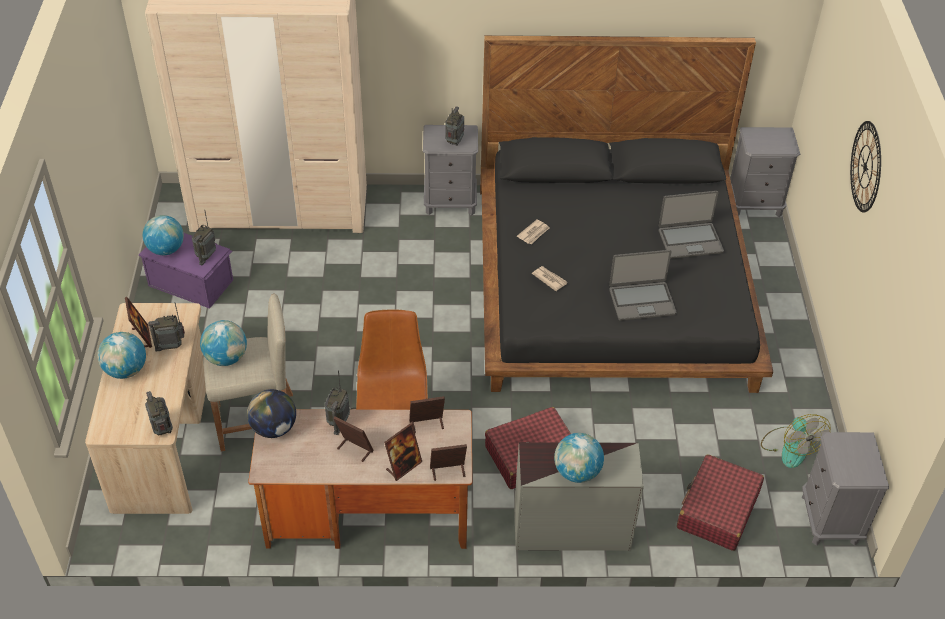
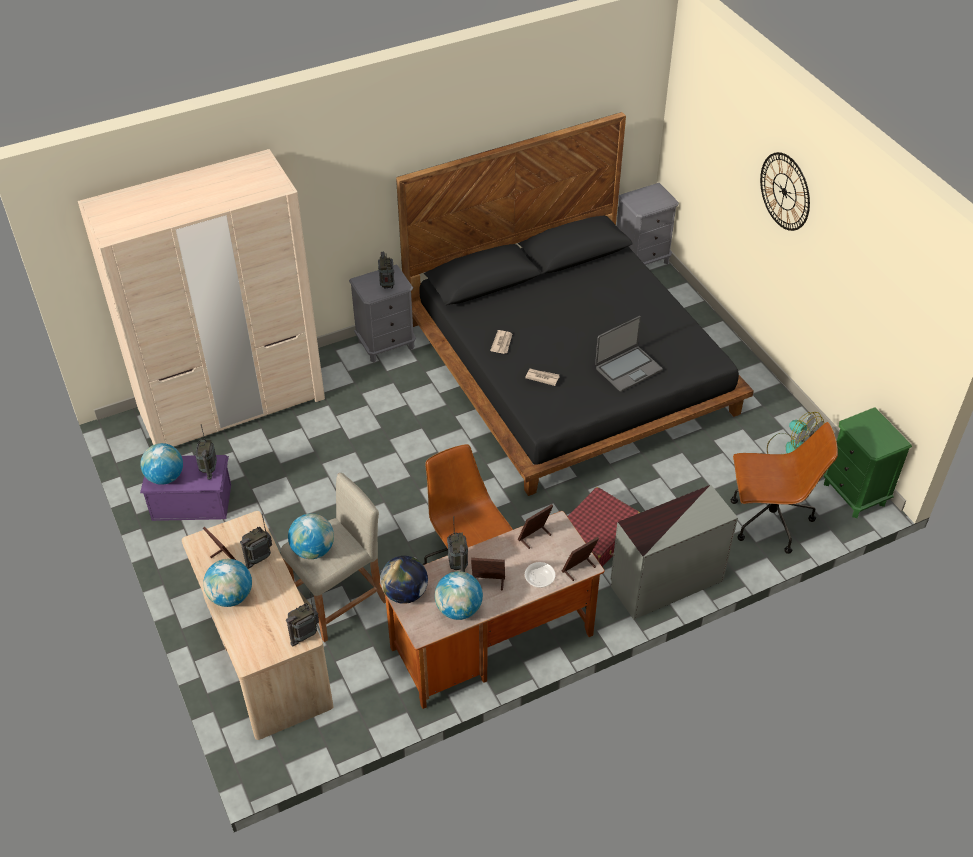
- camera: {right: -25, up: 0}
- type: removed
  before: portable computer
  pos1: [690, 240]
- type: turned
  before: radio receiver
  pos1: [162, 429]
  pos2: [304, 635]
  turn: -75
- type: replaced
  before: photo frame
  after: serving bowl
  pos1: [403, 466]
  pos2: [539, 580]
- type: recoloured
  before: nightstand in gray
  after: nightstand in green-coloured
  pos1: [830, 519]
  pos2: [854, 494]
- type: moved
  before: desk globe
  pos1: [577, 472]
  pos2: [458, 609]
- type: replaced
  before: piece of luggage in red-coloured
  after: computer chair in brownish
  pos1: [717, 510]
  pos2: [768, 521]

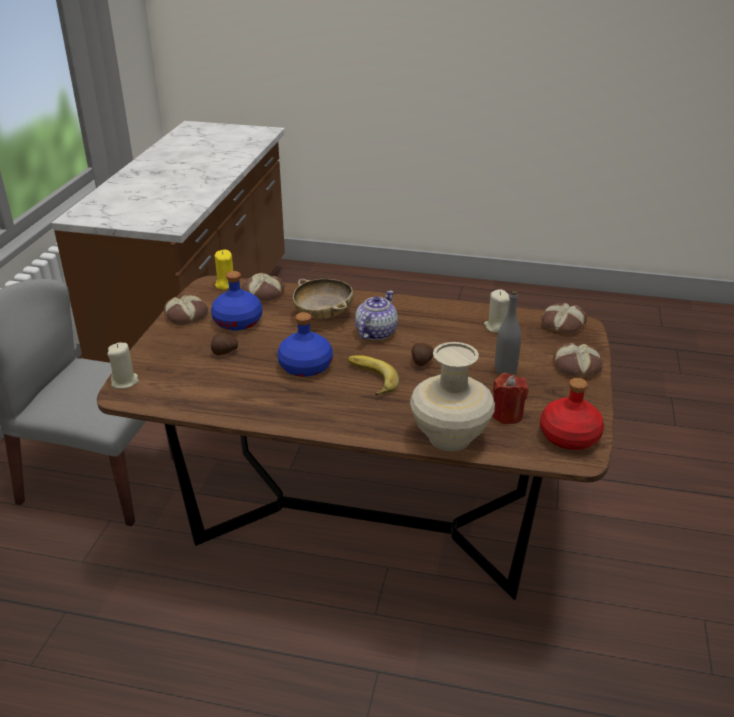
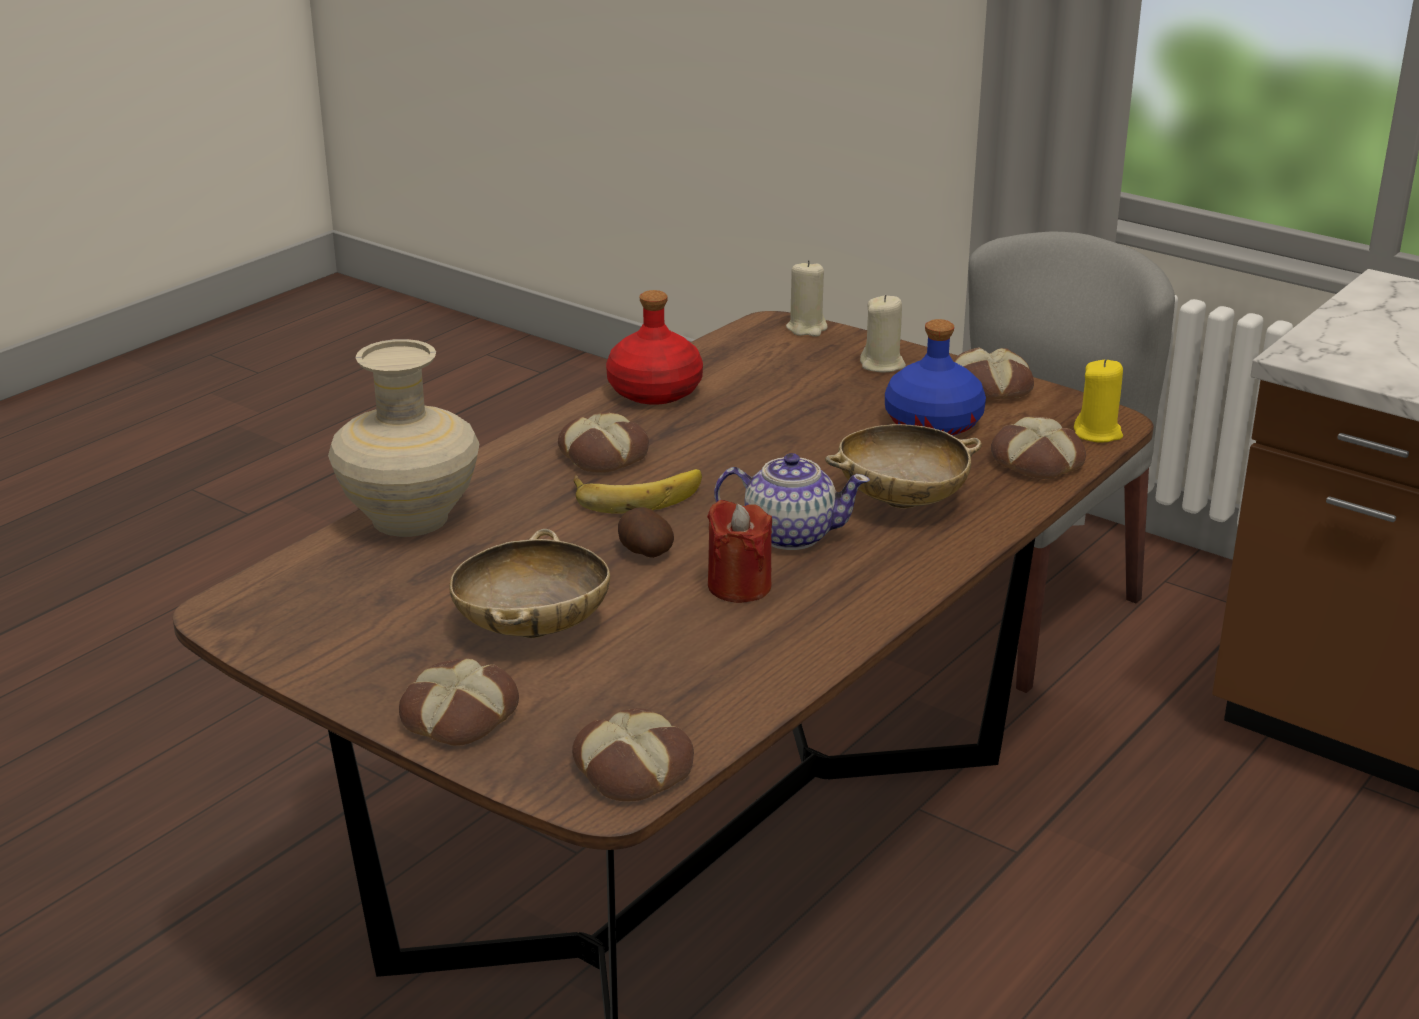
- camera: {right: 115, up: -5}
- type: turned
  before: teapot
  pos1: [375, 333]
  pos2: [789, 534]
  turn: -45
- type: moved
  before: candle in beige
  pos1: [496, 327]
  pos2: [882, 365]
- type: replaced
  before: bottle in gray
  after: serving bowl in beige
  pos1: [505, 370]
  pos2: [531, 628]
- type: removed
  before: bottle in blue-coloured
  pos1: [305, 366]
- type: removed
  before: spud
  pos1: [224, 352]
- type: moved
  before: candle in red-coloured
  pos1: [506, 414]
  pos2: [739, 586]
- type: moved
  before: bottle in red-coloured
  pos1: [569, 437]
  pos2: [654, 391]
- type: added
  after: bakery bread
  pos2: [605, 454]

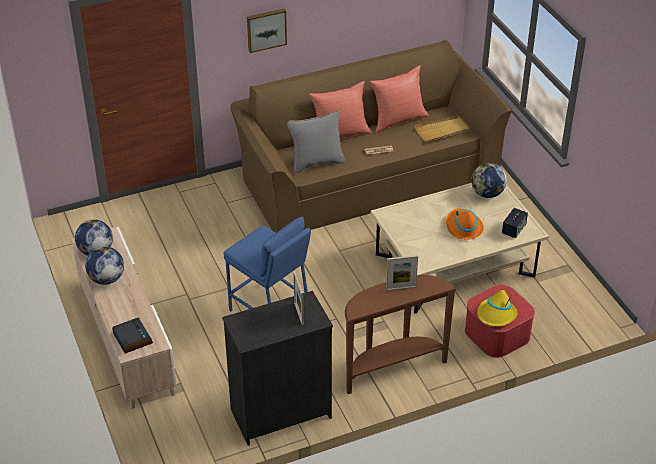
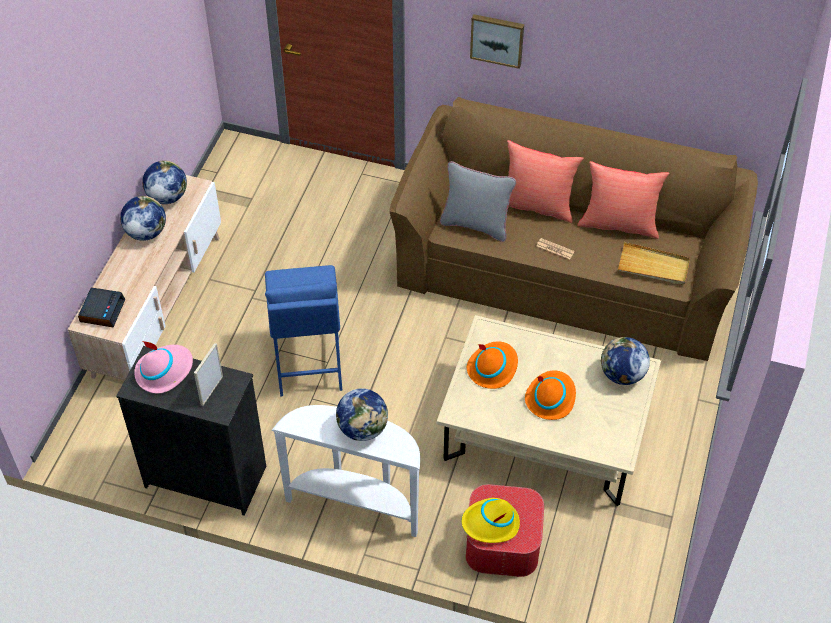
- camera: {right: 40, up: 10}
- type: removed
  before: speaker
  pos1: [513, 230]
- type: replaced
  before: photo frame
  after: desk globe
  pos1: [401, 288]
  pos2: [363, 429]
- type: recoloured
  before: console table in brownish
  after: console table in whitish
  pos1: [391, 368]
  pos2: [356, 504]
- type: added
  after: wearable hat in pink
  pos2: [164, 371]
- type: added
  after: wearable hat in orangey
  pos2: [492, 367]

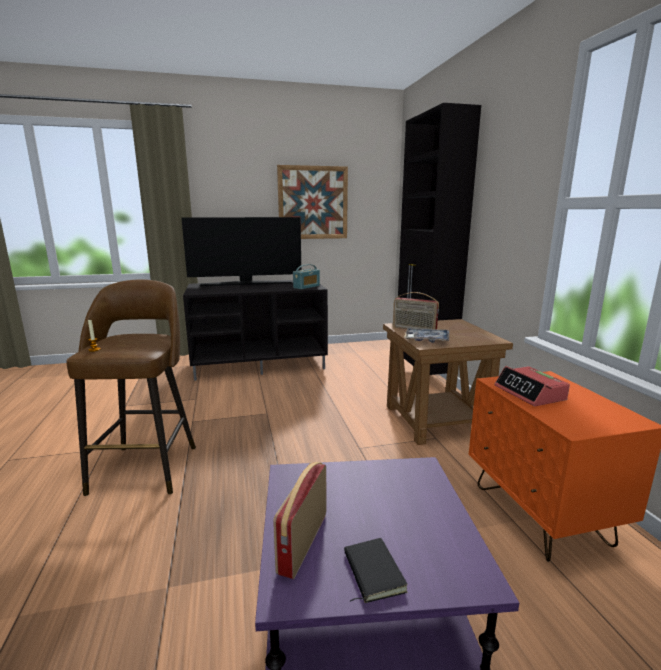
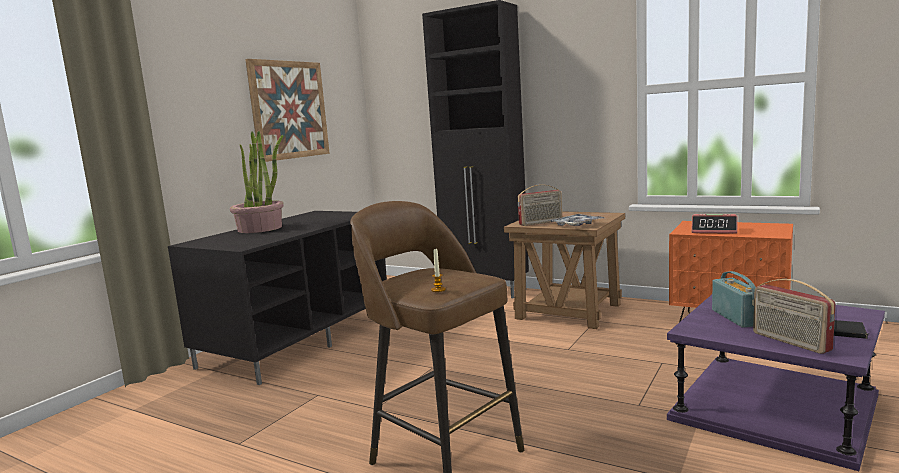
- camera: {right: -45, up: -5}
- type: replaced
  before: TV
  after: houseplant
  pos1: [246, 284]
  pos2: [260, 228]
- type: moved
  before: radio receiver
  pos1: [306, 287]
  pos2: [737, 317]

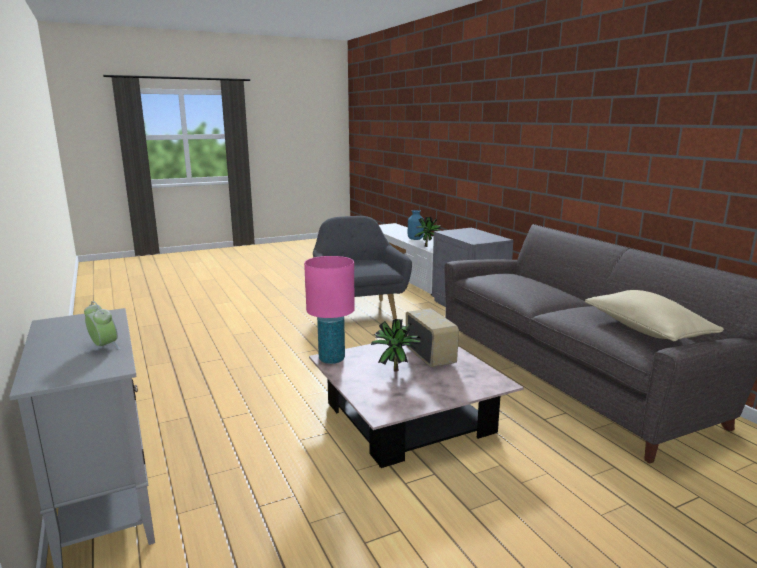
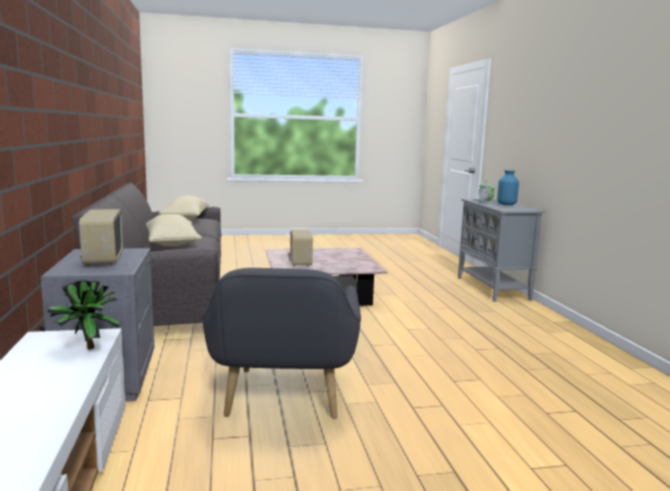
- camera: {right: -165, up: -5}
- type: moved
  before: flower vase in blue-coloured
  pos1: [415, 239]
  pos2: [507, 204]
- type: removed
  before: table lamp in pink
  pos1: [332, 359]
- type: removed
  before: houseplant
  pos1: [395, 369]
- type: added
  after: radio receiver
  pos2: [102, 259]
- type: added
  after: cushion in beige
  pos2: [172, 243]

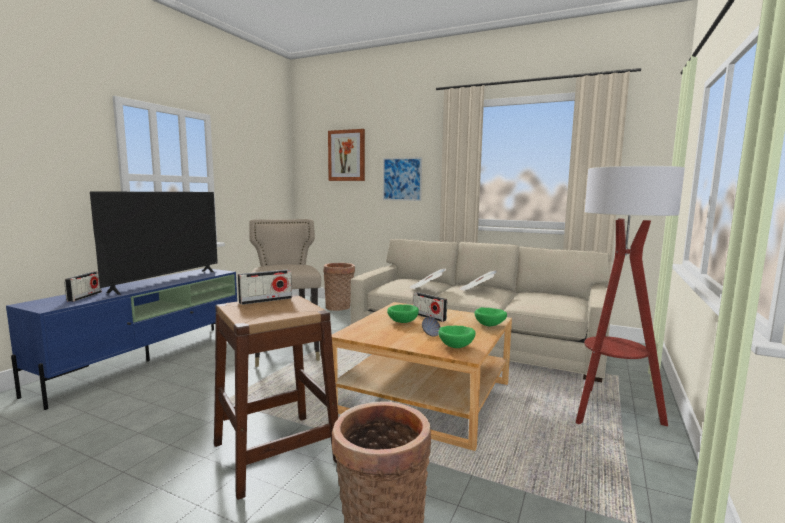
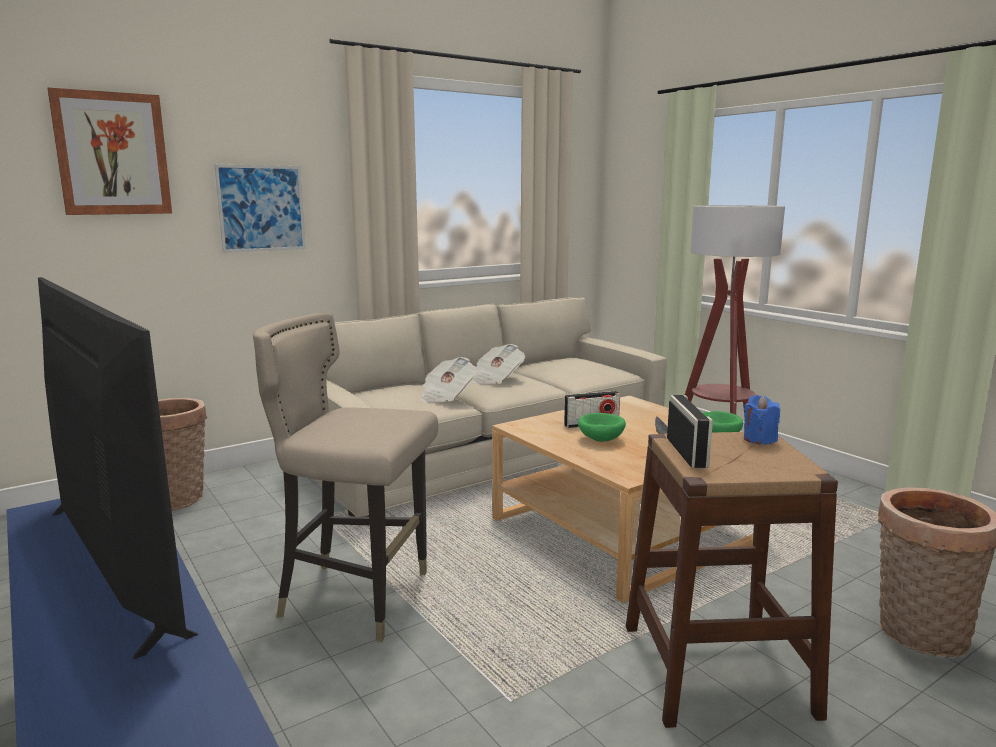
- camera: {right: -60, up: 5}
- type: removed
  before: radio receiver
  pos1: [84, 296]
- type: removed
  before: serving bowl in green-coloured
  pos1: [490, 325]
- type: added
  after: candle in blue-coloured
  pos2: [759, 439]

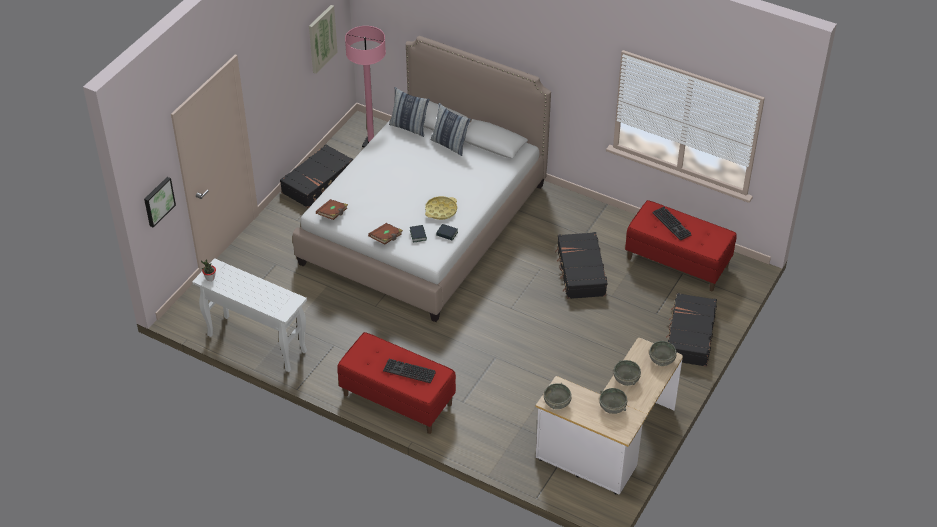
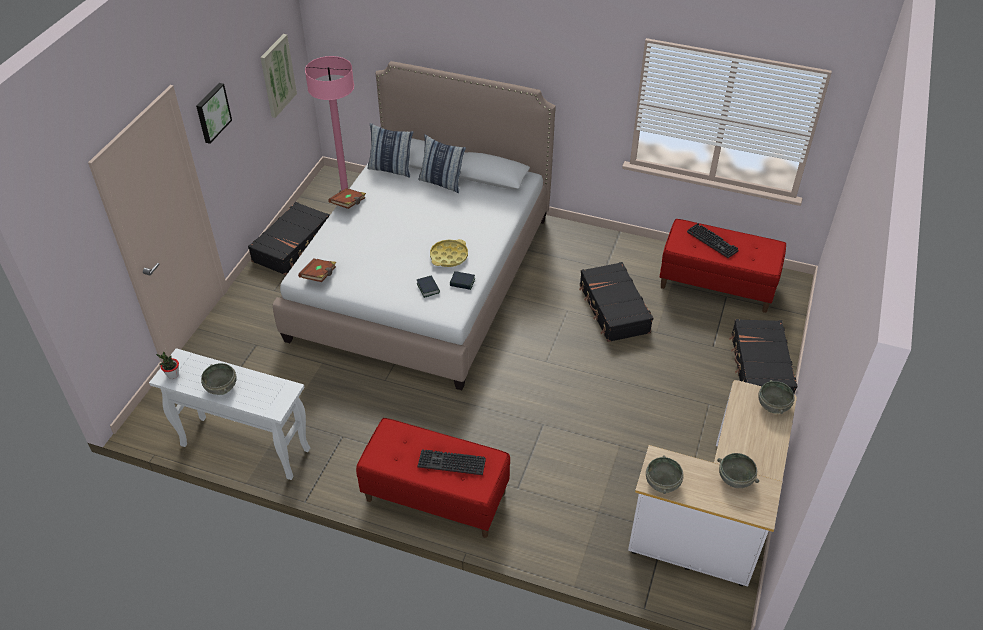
- camera: {right: -10, up: 0}
- type: moved
  before: wall art
  pos1: [158, 201]
  pos2: [212, 112]
- type: moved
  before: bound book in brownish
  pos1: [386, 238]
  pos2: [348, 204]
- type: moved
  before: serving bowl in gray
  pos1: [626, 379]
  pos2: [222, 387]

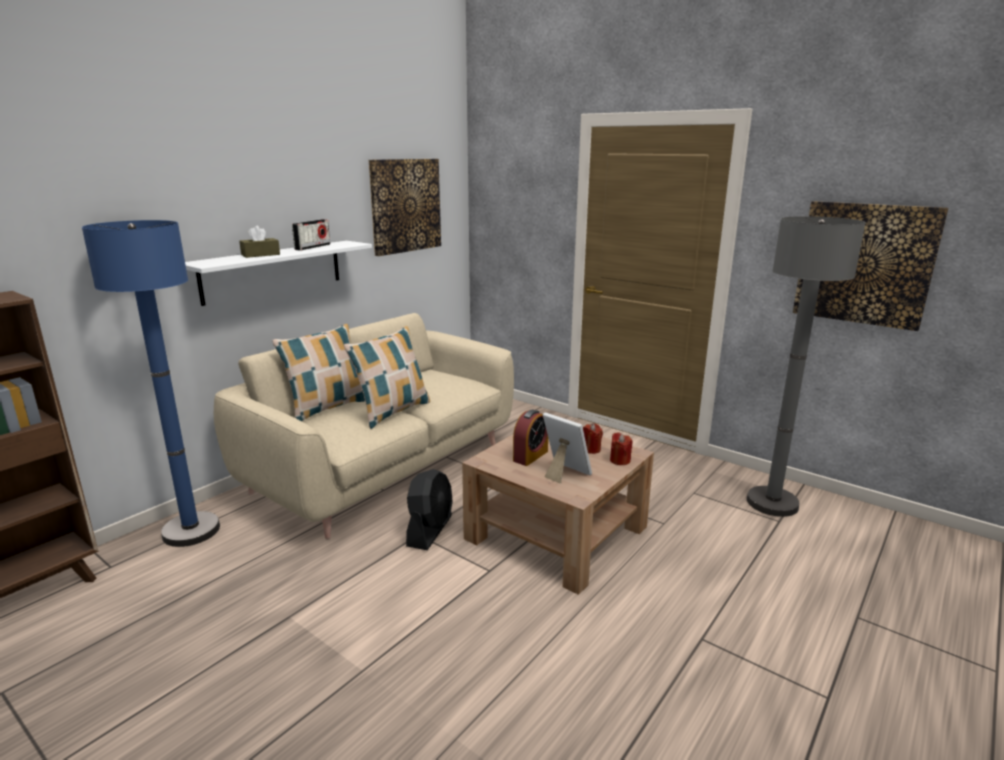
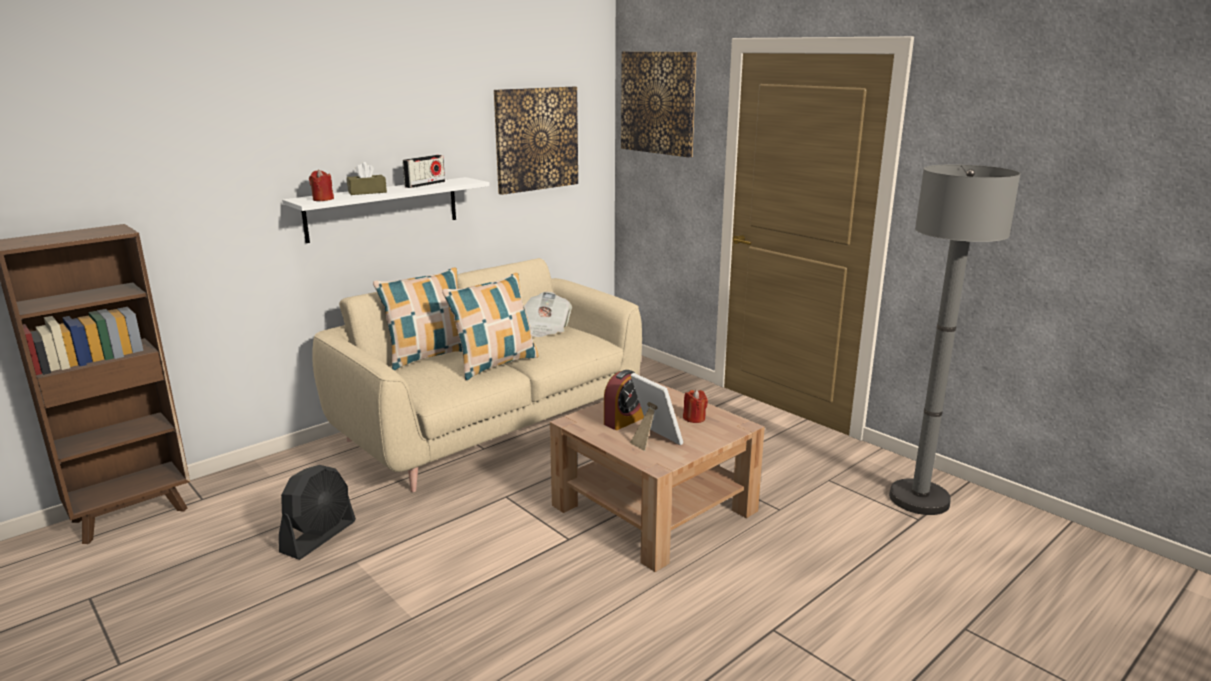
- camera: {right: 10, up: 0}
- type: moved
  before: wall art
  pos1: [864, 264]
  pos2: [658, 103]
- type: removed
  before: standing lamp in blue-coloured
  pos1: [191, 531]
- type: moved
  before: candle in red-coloured
  pos1: [620, 460]
  pos2: [323, 199]
- type: moved
  before: fan in black-coloured
  pos1: [430, 530]
  pos2: [319, 536]
- type: added
  after: daily paper
  pos2: [546, 328]

